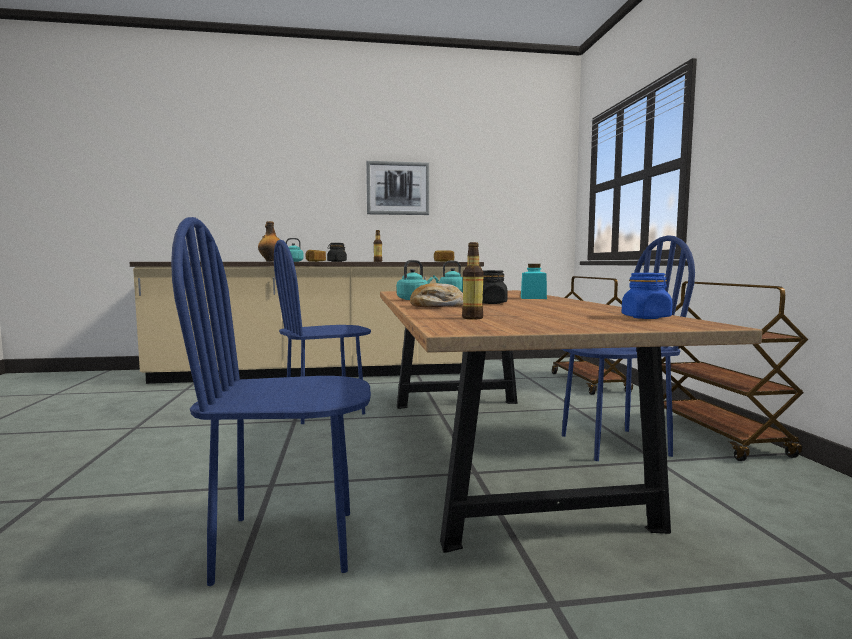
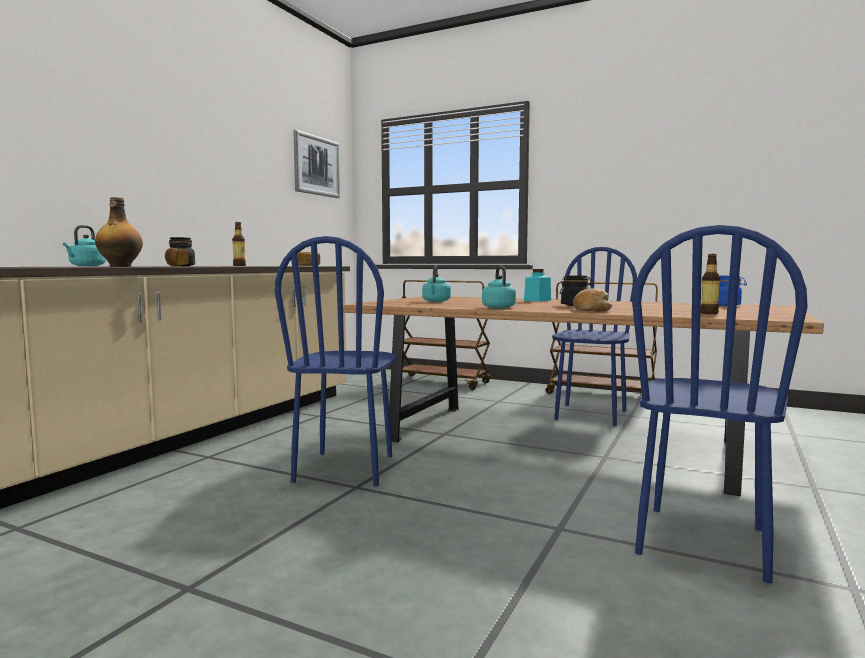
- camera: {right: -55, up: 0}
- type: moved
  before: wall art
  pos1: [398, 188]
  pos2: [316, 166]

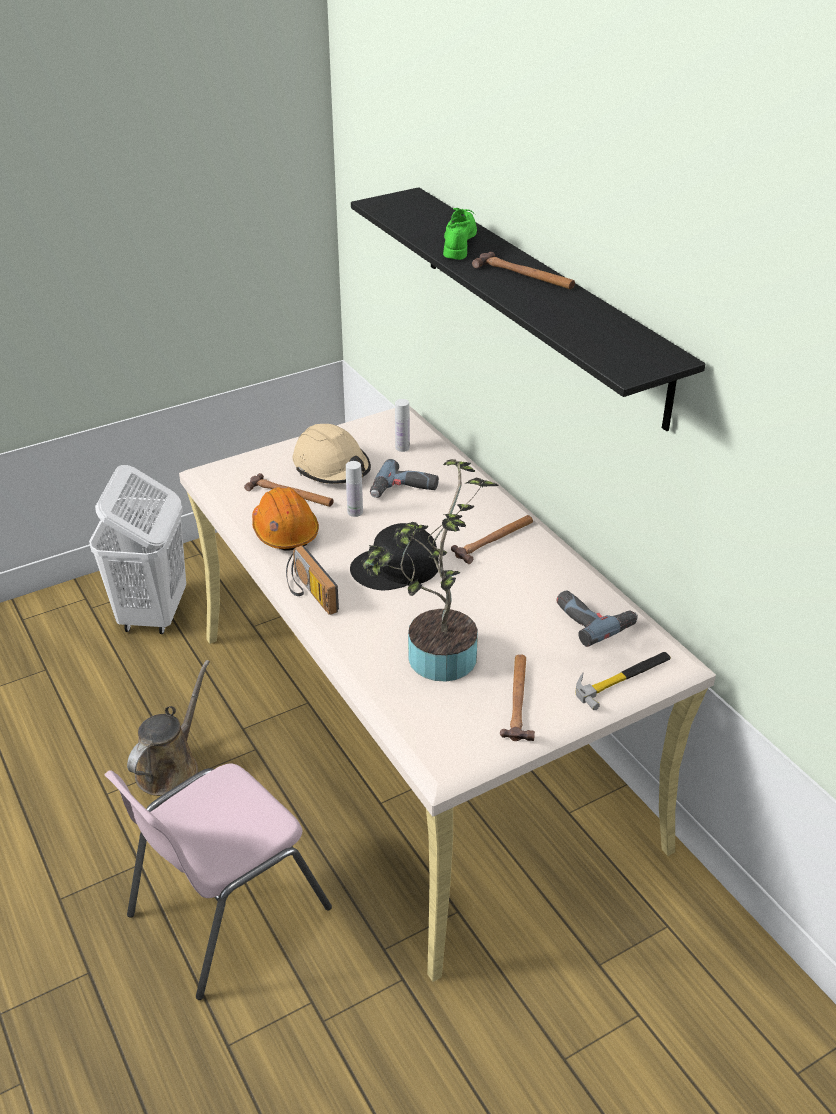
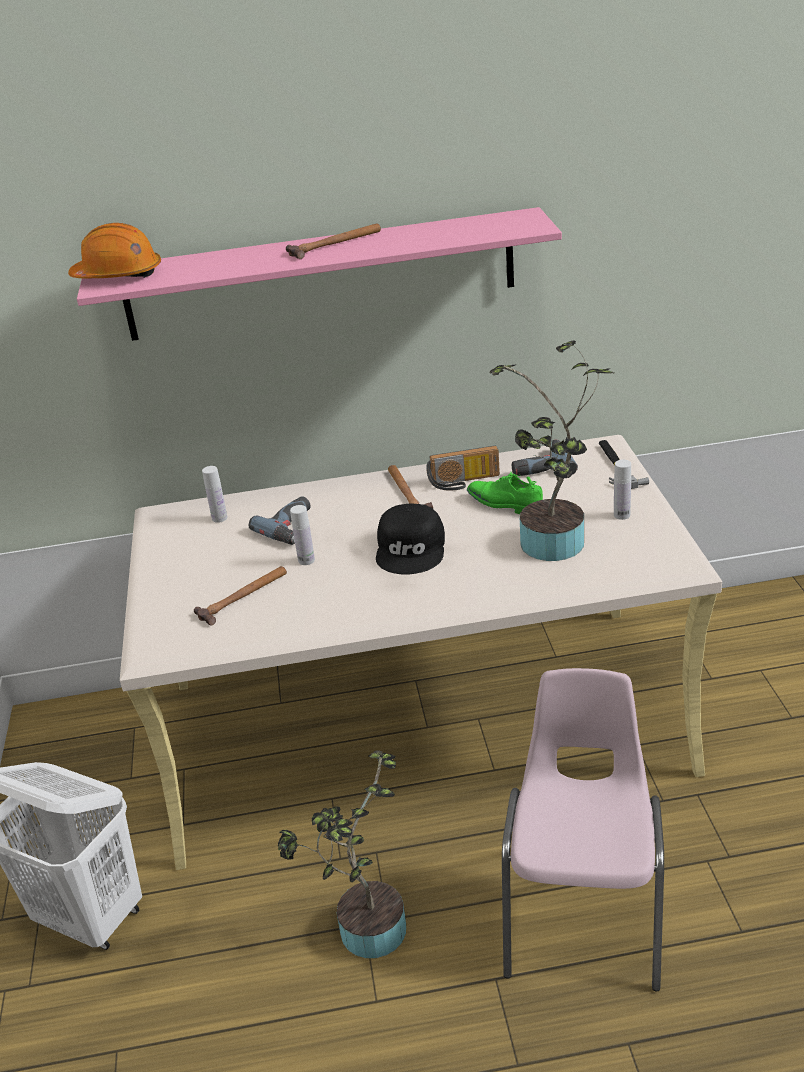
- camera: {right: -65, up: -5}
- type: recoloured
  before: wall shelf in black-coloured
  after: wall shelf in pink
  pos1: [539, 301]
  pos2: [320, 275]
- type: moved
  before: item of footwear in green-coloured
  pos1: [459, 243]
  pos2: [504, 505]
- type: removed
  before: hard hat in beige
  pos1: [332, 467]
- type: moved
  before: hard hat in orangey
  pos1: [285, 531]
  pos2: [118, 275]
- type: moved
  before: radio receiver
  pos1: [308, 593]
  pos2: [464, 482]
- type: replaced
  before: hand hammer
  after: bottle in whitish
  pos1: [519, 699]
  pos2: [621, 515]
- type: replaced
  before: watering pot in brownish
  after: houseplant
  pos1: [171, 767]
  pos2: [364, 931]
- type: turned
  before: plain chair in pink
  pos1: [225, 911]
  pos2: [584, 910]
  turn: -150

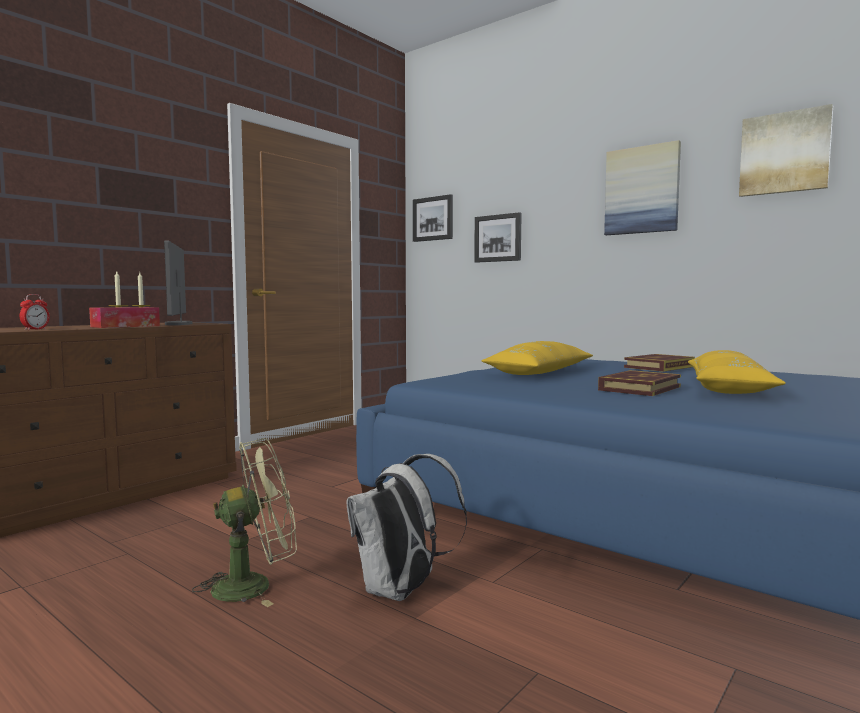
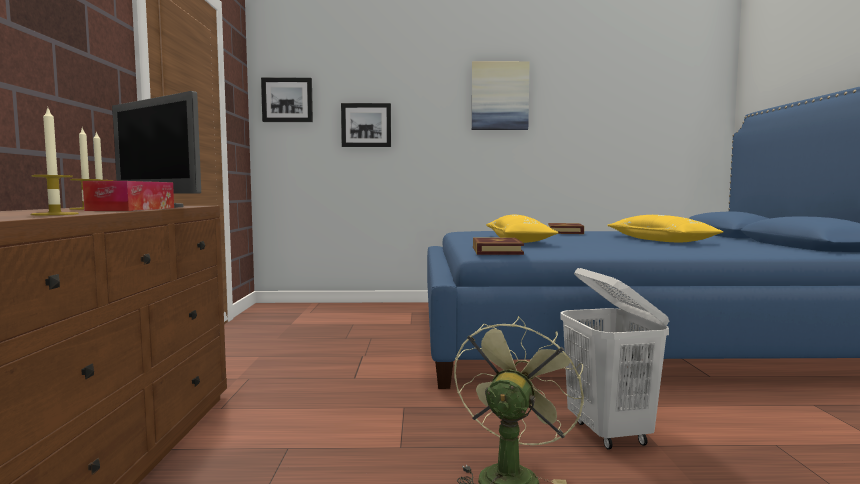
- camera: {right: -40, up: 0}
- type: removed
  before: wall art
  pos1: [784, 153]
- type: replaced
  before: alarm clock
  after: candle
  pos1: [35, 329]
  pos2: [55, 214]
- type: moved
  before: bound book
  pos1: [640, 388]
  pos2: [496, 250]
- type: replaced
  before: backpack in whitish
  after: washing basket in whitish
  pos1: [401, 591]
  pos2: [609, 433]

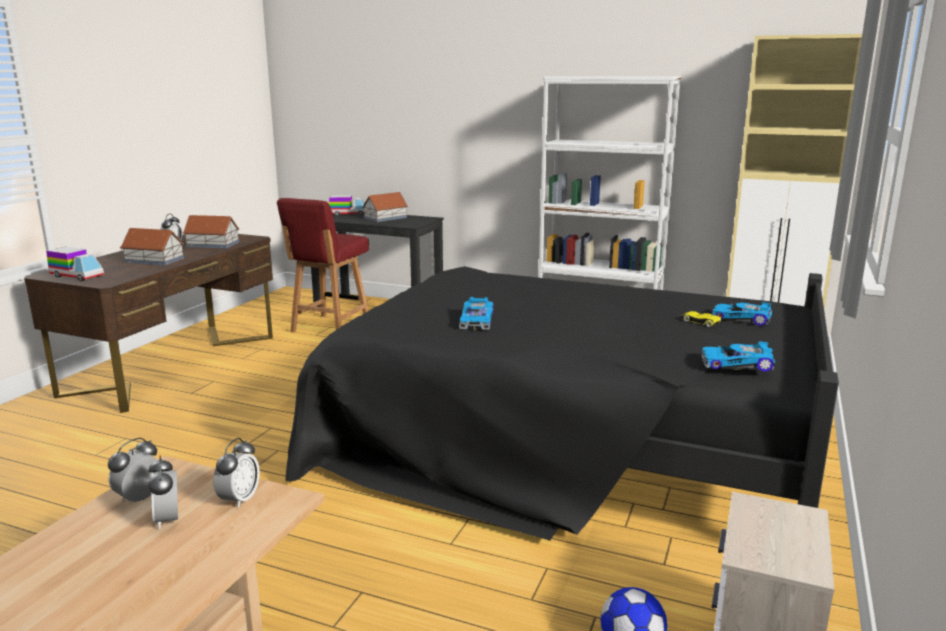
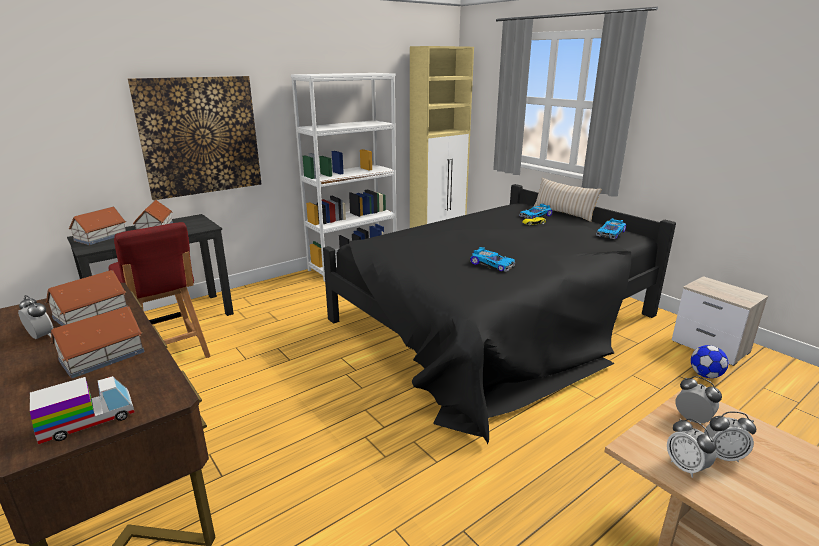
- camera: {right: -60, up: 5}
- type: replaced
  before: toy lorry
  after: miniature house
  pos1: [348, 214]
  pos2: [100, 237]
- type: added
  after: wall art
  pos2: [200, 136]
- type: added
  after: cushion in beige
  pos2: [563, 213]

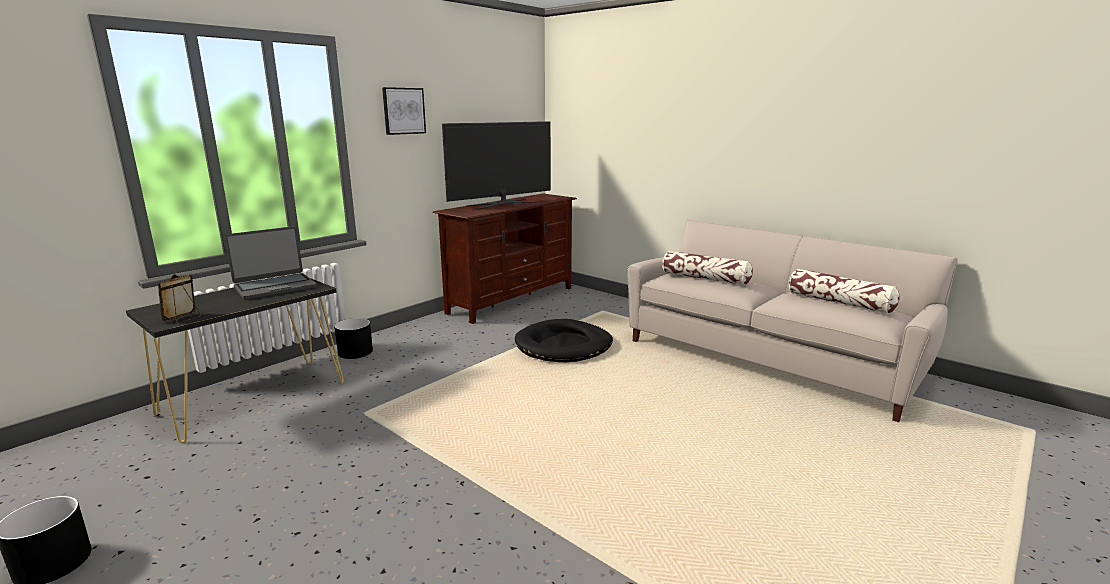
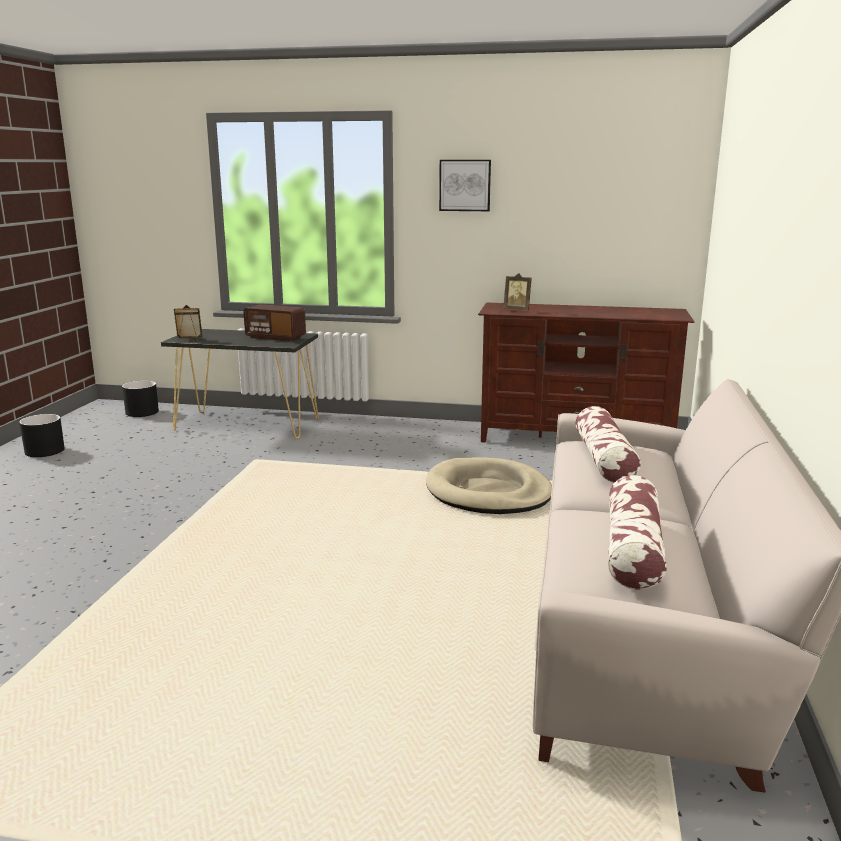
- camera: {right: 60, up: 0}
- type: removed
  before: TV
  pos1: [502, 204]
- type: replaced
  before: portable computer
  after: radio receiver
  pos1: [275, 287]
  pos2: [275, 337]
- type: moved
  before: planter in black-coloured
  pos1: [355, 352]
  pos2: [142, 412]
- type: recoloured
  before: dog cushion in black-coloured
  after: dog cushion in beige
  pos1: [564, 345]
  pos2: [488, 492]
- type: added
  after: photo frame
  pos2: [517, 310]

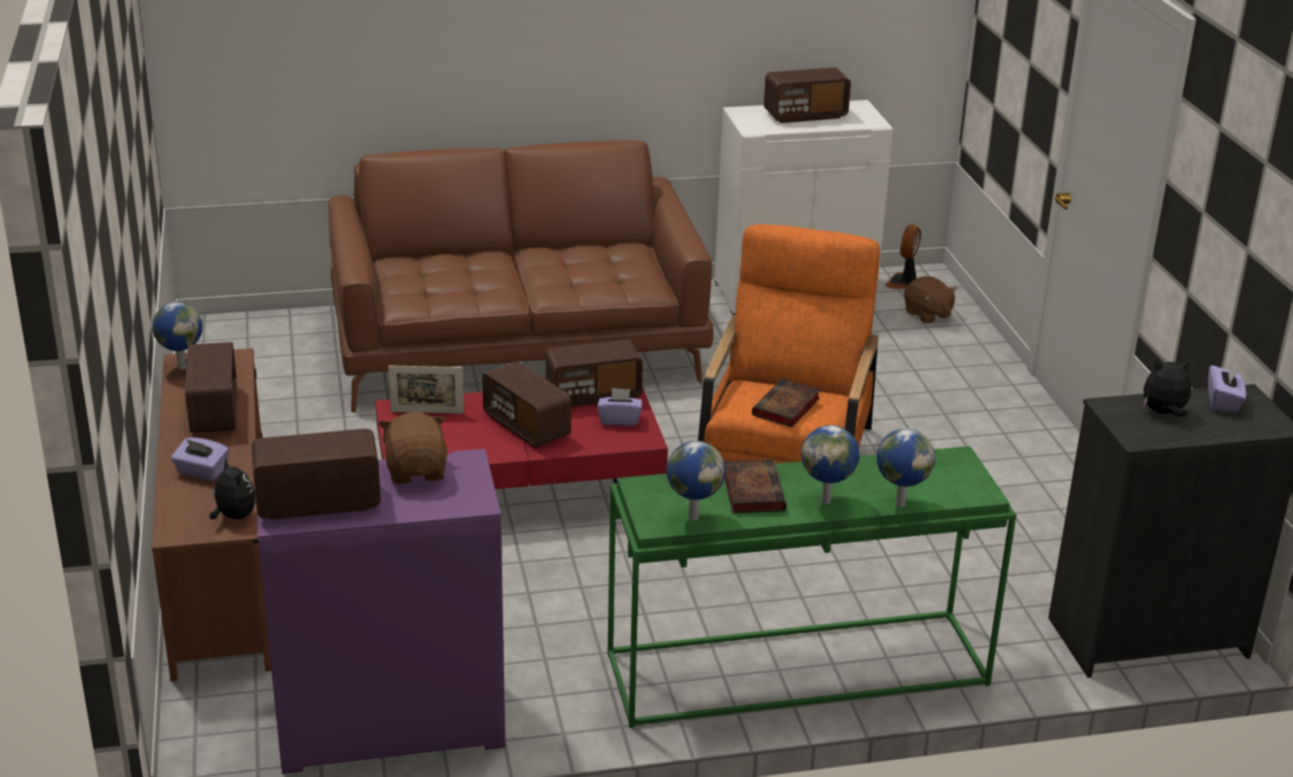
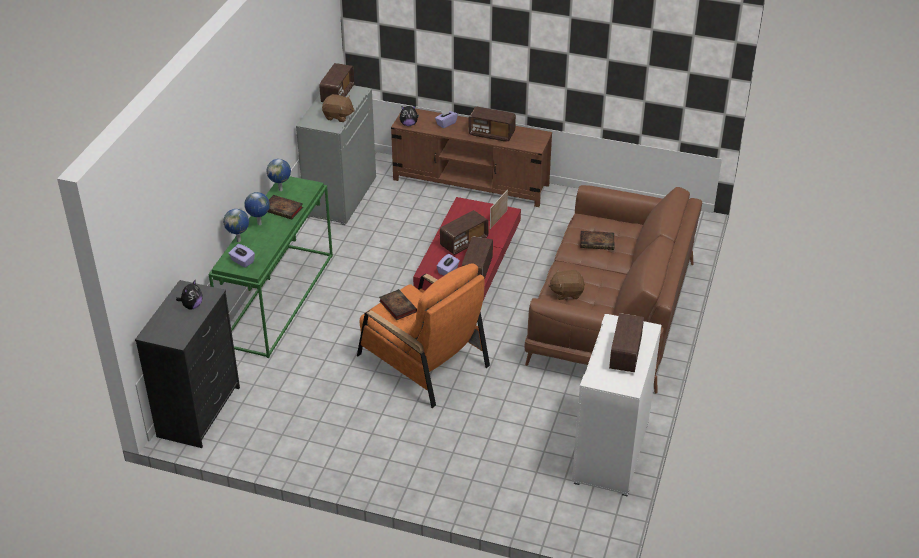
- camera: {right: 120, up: 10}
- type: removed
  before: fan
  pos1: [903, 283]
- type: moved
  before: soft toy in brownish
  pos1: [927, 314]
  pos2: [566, 292]
- type: removed
  before: desk globe
  pos1: [182, 367]
- type: turned
  before: radio receiver
  pos1: [527, 426]
  pos2: [464, 242]
  turn: 150
- type: moved
  before: box of tissues in purple
  pos1: [1223, 402]
  pos2: [242, 261]
- type: recoloured
  before: cabinet in purple
  after: cabinet in gray
  pos1: [389, 724]
  pos2: [340, 197]
- type: added
  after: bound book
  pos2: [598, 242]

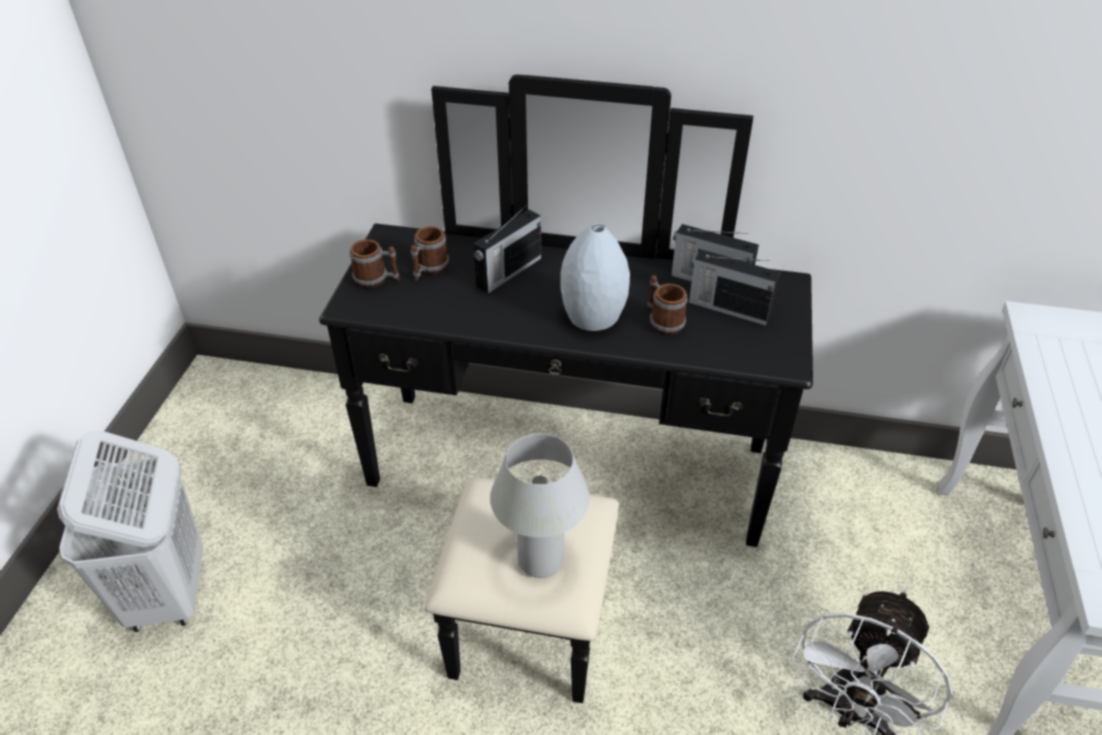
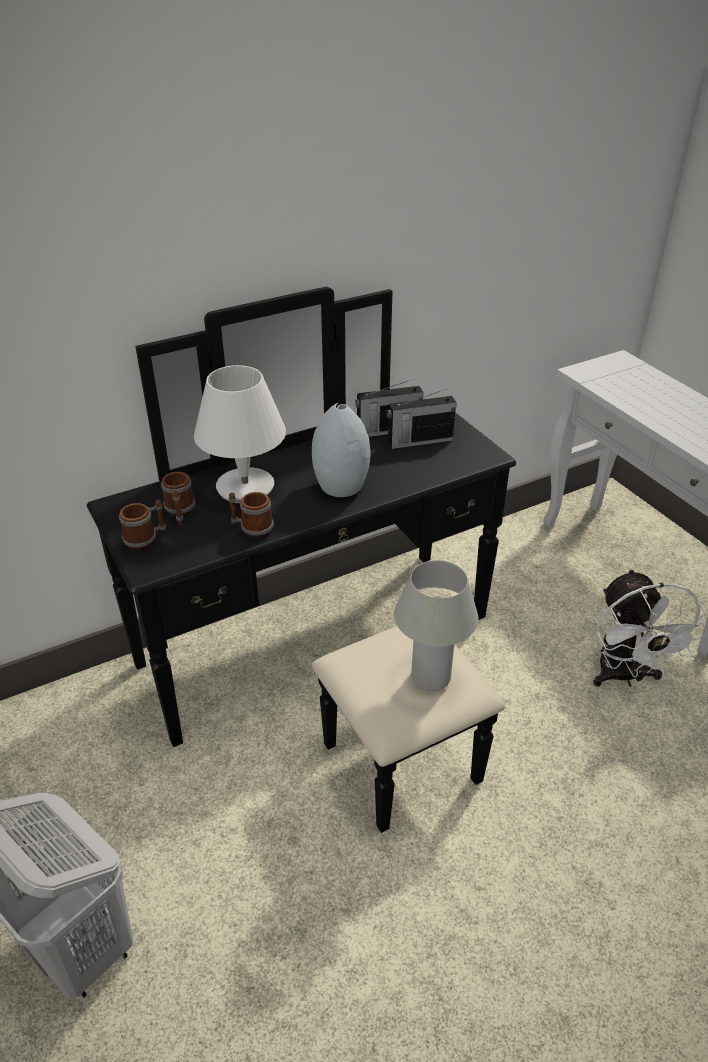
- camera: {right: -40, up: -5}
- type: replaced
  before: radio receiver
  after: table lamp in whitish
  pos1: [508, 272]
  pos2: [245, 487]
- type: moved
  before: mug
  pos1: [662, 321]
  pos2: [251, 528]

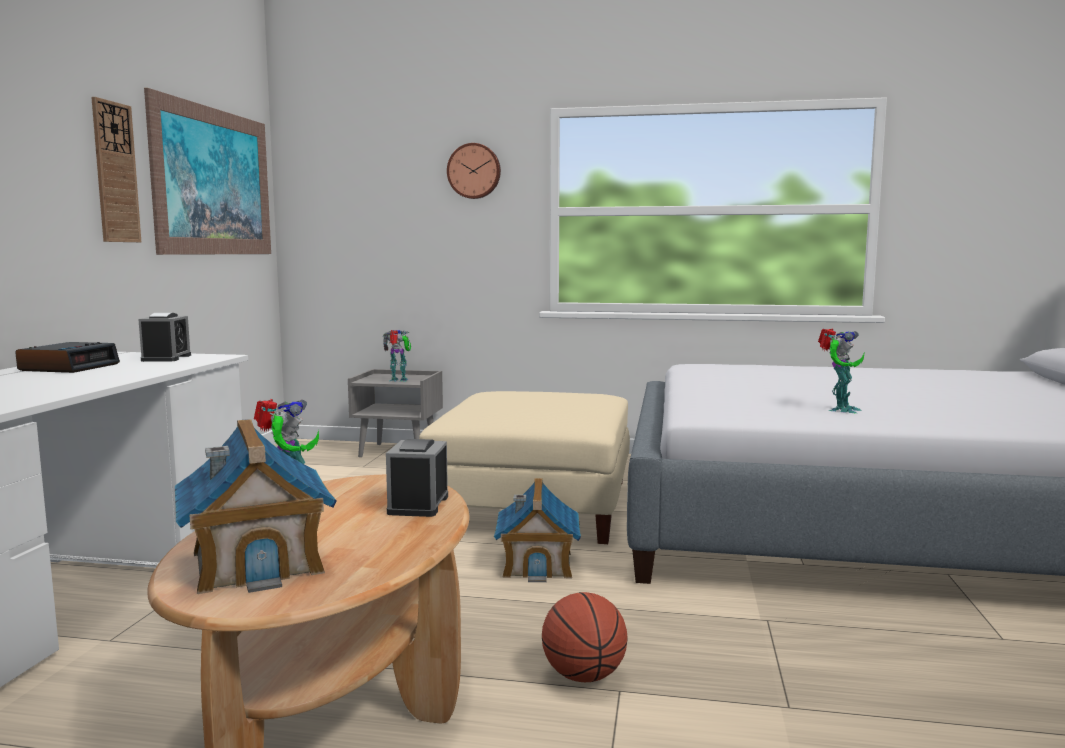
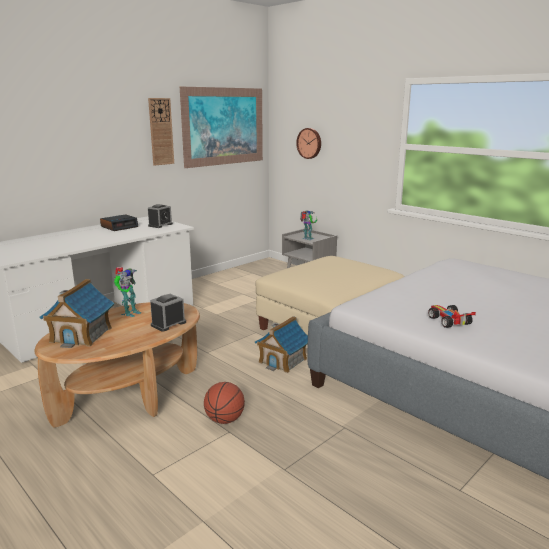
- camera: {right: 35, up: 10}
- type: moved
  before: clock on the wall
  pos1: [474, 171]
  pos2: [309, 143]
- type: replaced
  before: model robot
  after: model car
  pos1: [840, 409]
  pos2: [448, 321]

